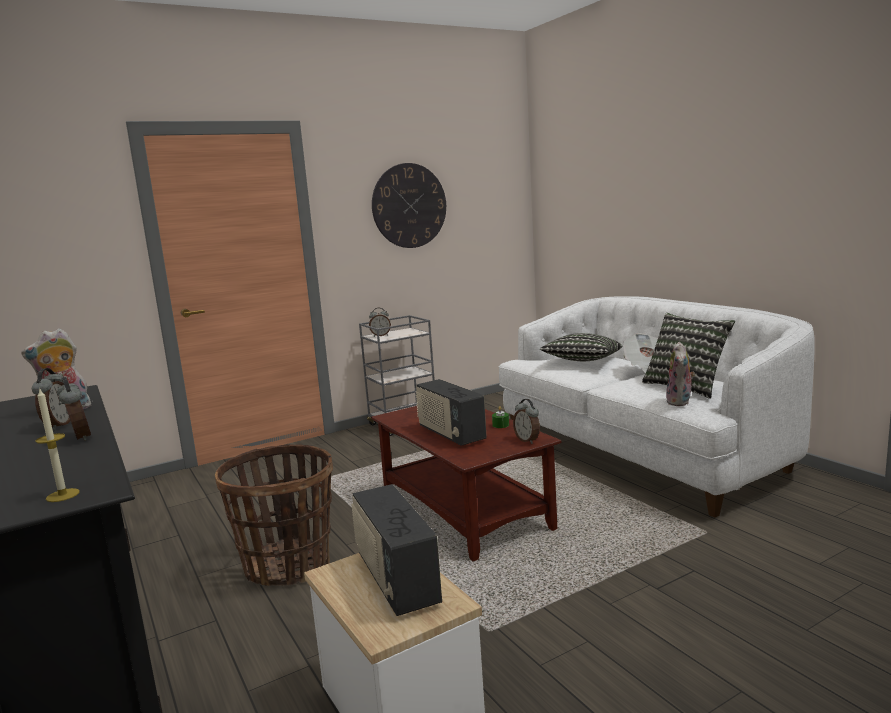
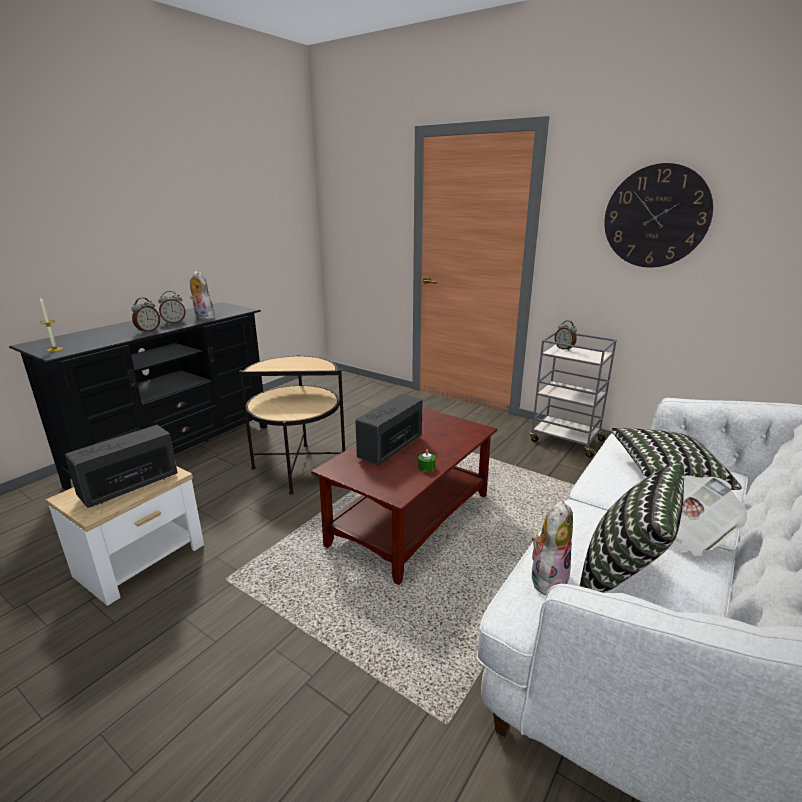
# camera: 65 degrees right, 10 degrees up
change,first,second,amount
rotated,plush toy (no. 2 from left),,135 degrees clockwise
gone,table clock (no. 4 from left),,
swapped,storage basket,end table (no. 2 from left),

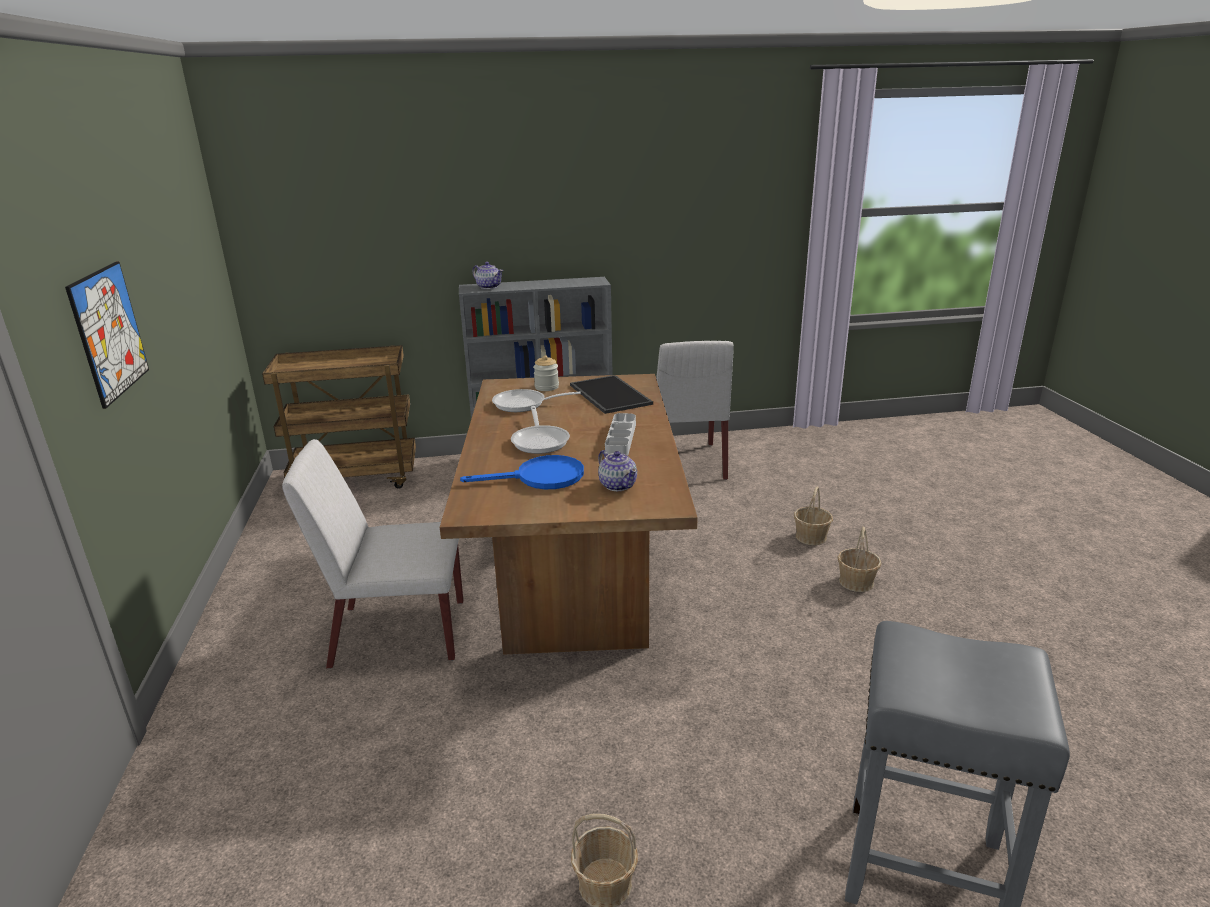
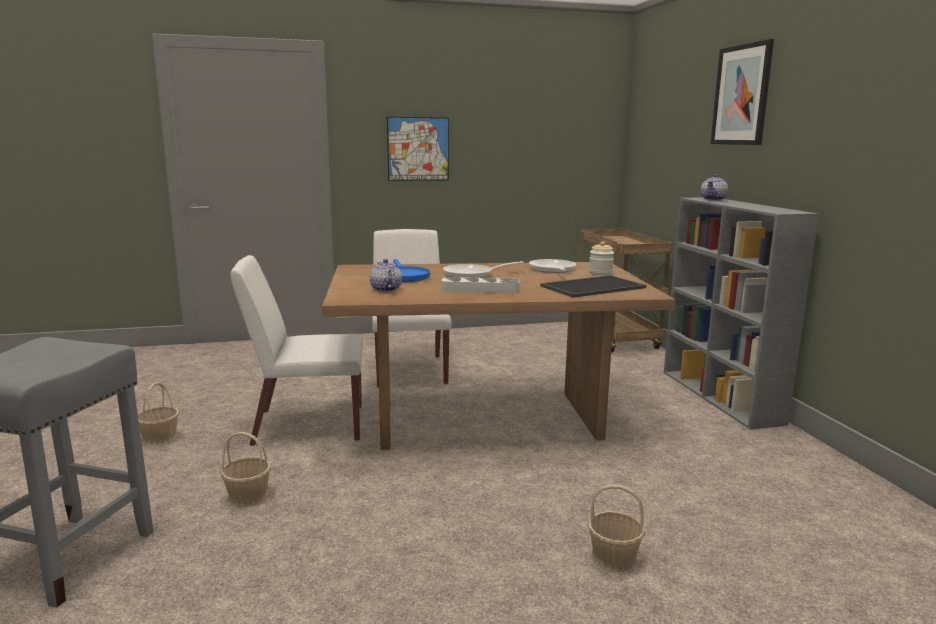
# camera: 85 degrees right, 10 degrees down
change,first,second,amount
shifted,upright chair/white (no. 2 from left in the first image),upright chair/white (no. 1 from left),
rotated,tea pot (no. 2 from left in the first image),tea pot (no. 1 from left),105 degrees clockwise
shifted,storage basket (no. 3 from left in the first image),storage basket (no. 2 from left),
new,,wall art (no. 2 from left),

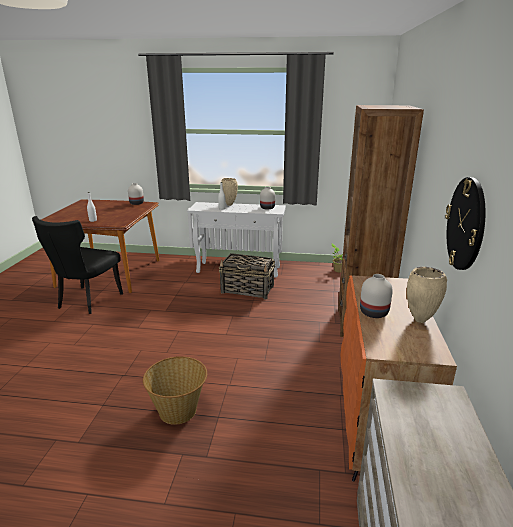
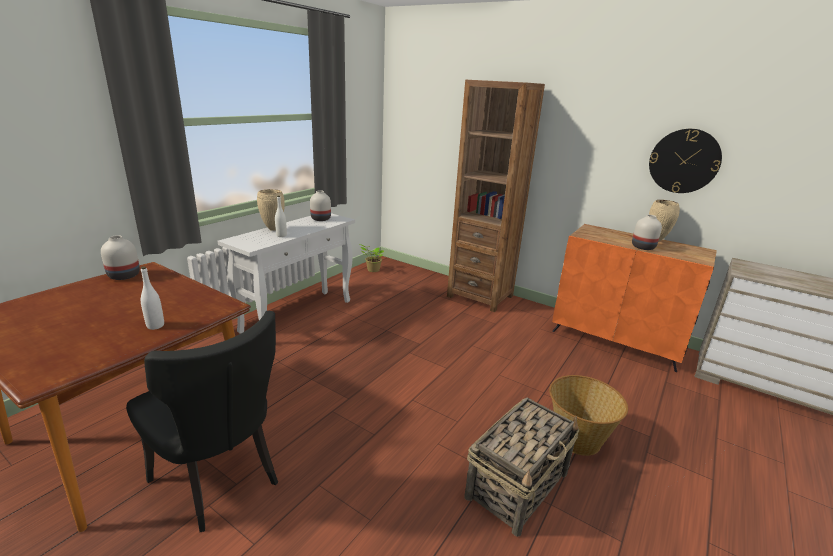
# camera: 65 degrees left, 0 degrees up
change,first,second,amount
shifted,storage basket (no. 2 from left in the first image),storage basket (no. 1 from left),

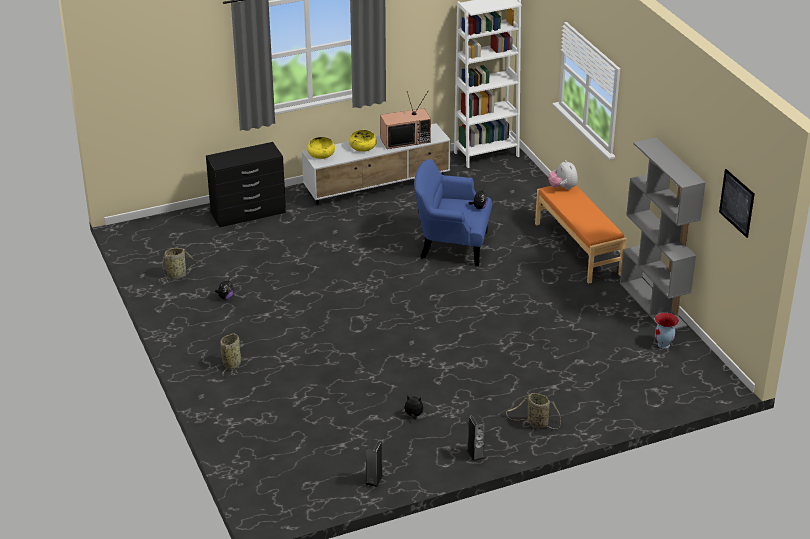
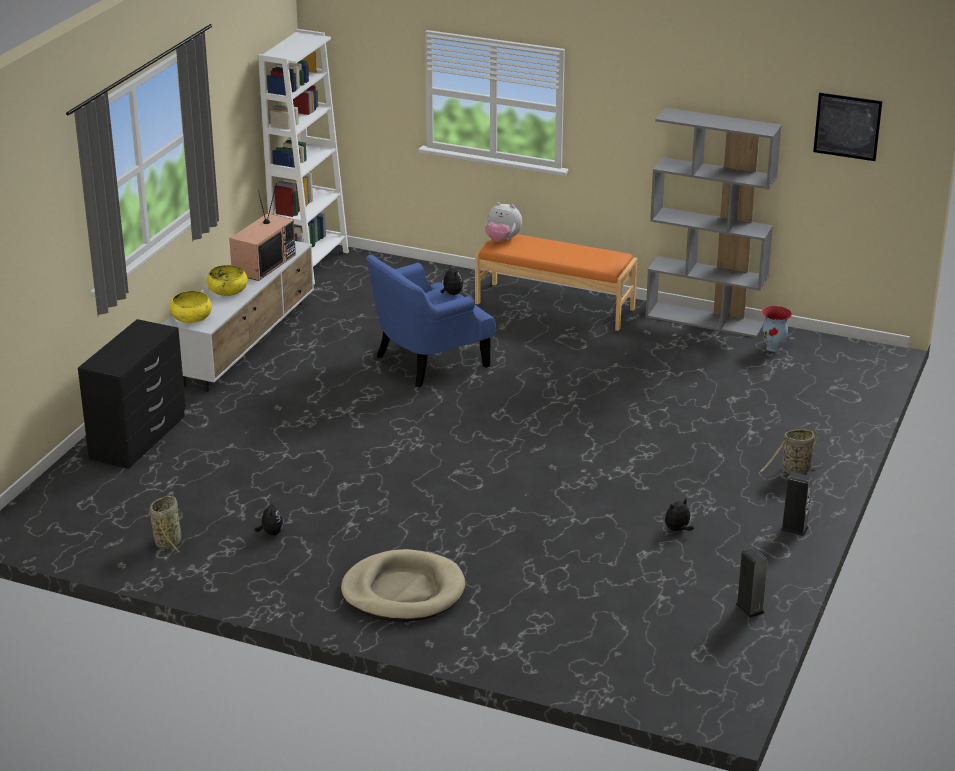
# camera: 45 degrees left, 5 degrees down
change,first,second,amount
swapped,storage basket (no. 2 from left),dog bed/beige-coloured,

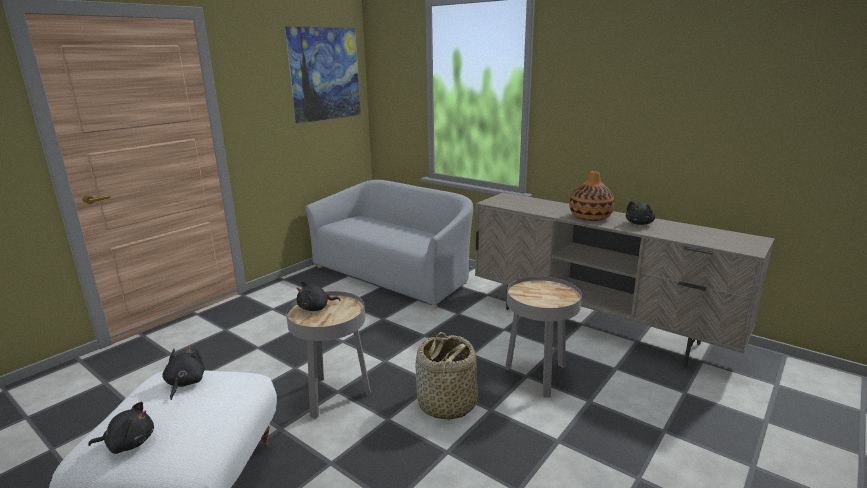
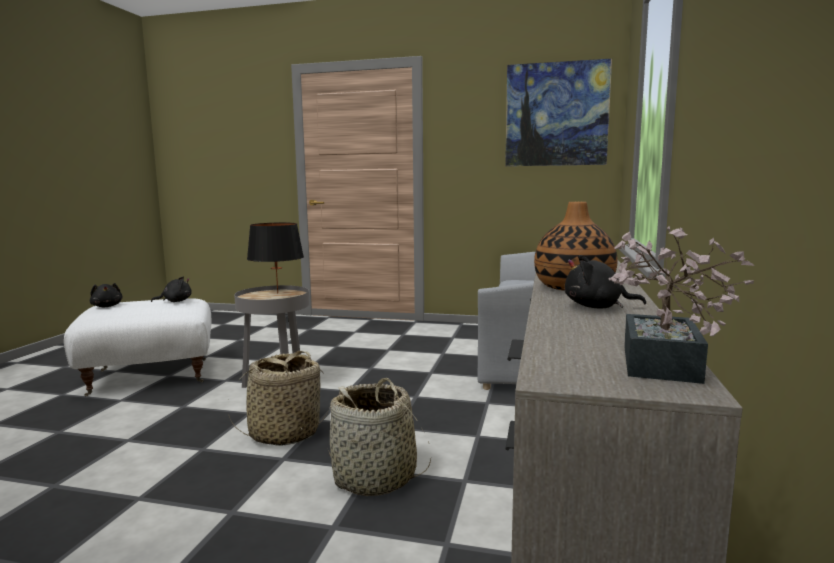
# camera: 65 degrees right, 10 degrees down
change,first,second,amount
swapped,end table/gray (no. 2 from left),storage basket (no. 2 from left),
swapped,plush toy/black-coloured (no. 3 from left),tabletop lamp/black-coloured,
new,,plant in a pot,

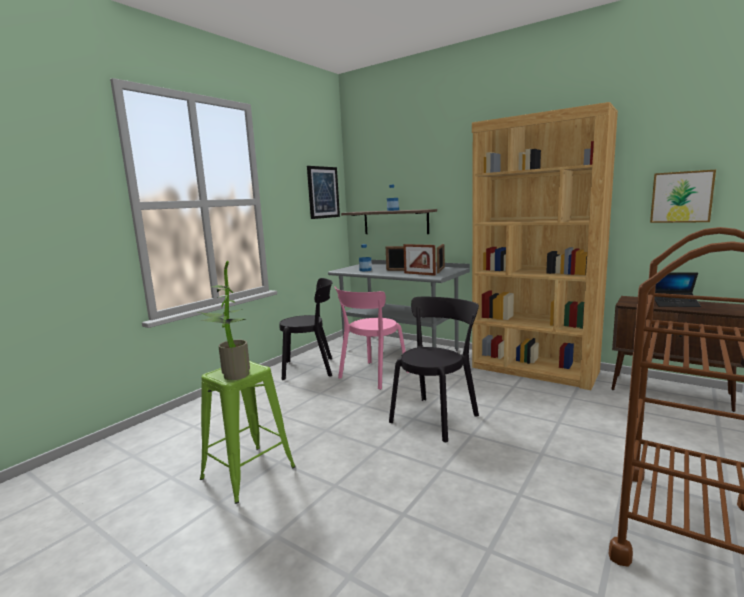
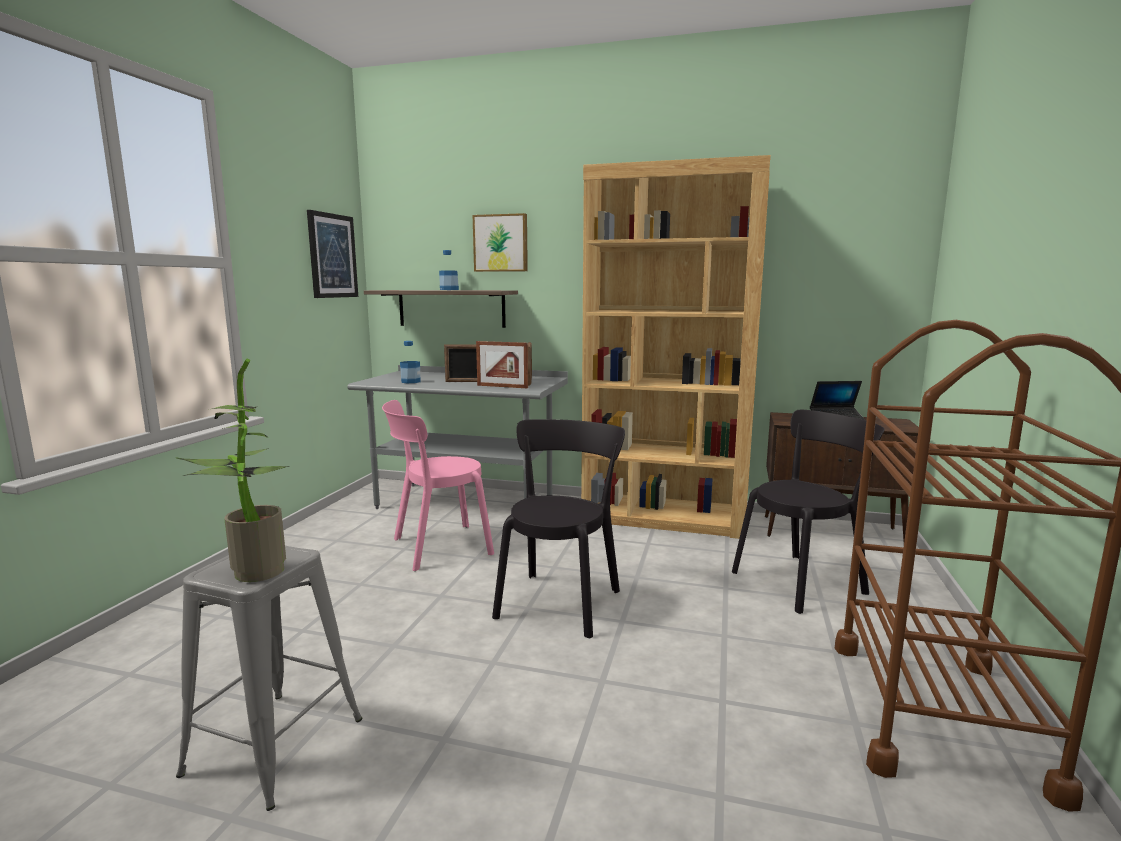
# camera: 20 degrees left, 0 degrees up
change,first,second,amount
shifted,wall art (no. 2 from left),,
shifted,upright chair/black-coloured (no. 1 from left in the first image),upright chair/black-coloured (no. 2 from left),
rotated,upright chair/pinkish,,45 degrees clockwise
repainted,sitting stool/green,sitting stool/gray,

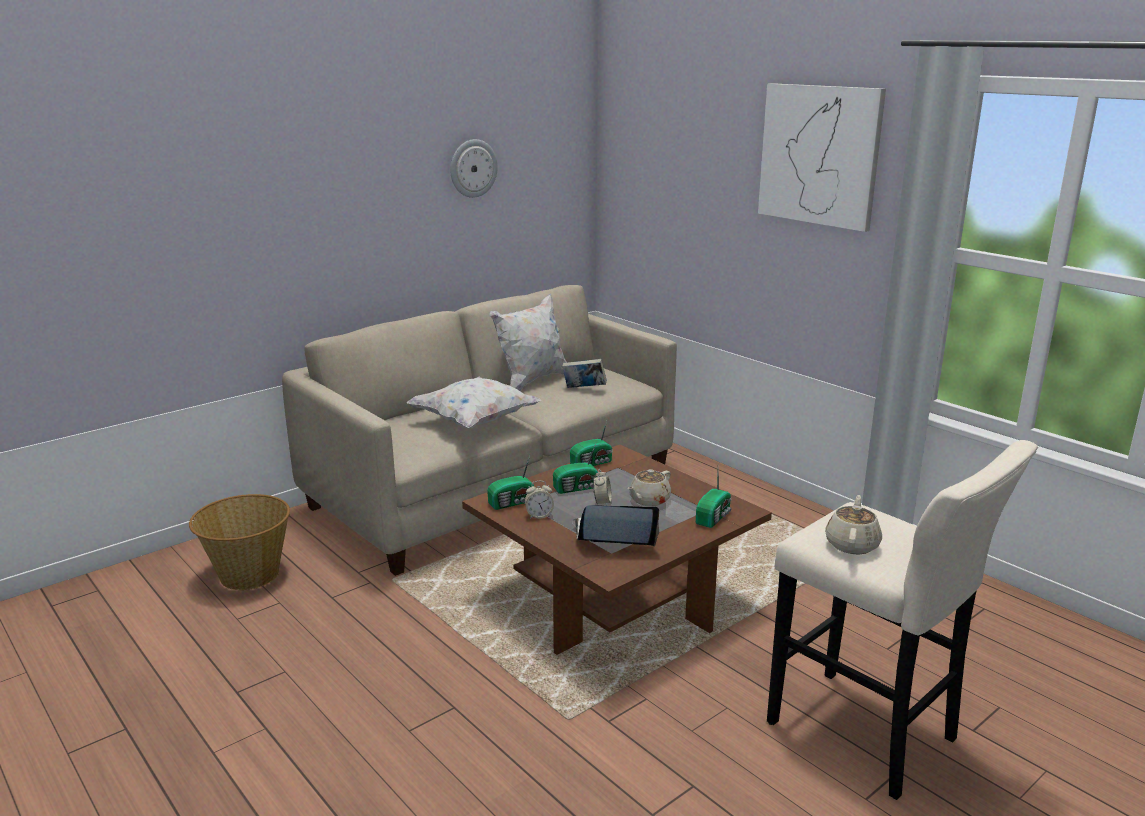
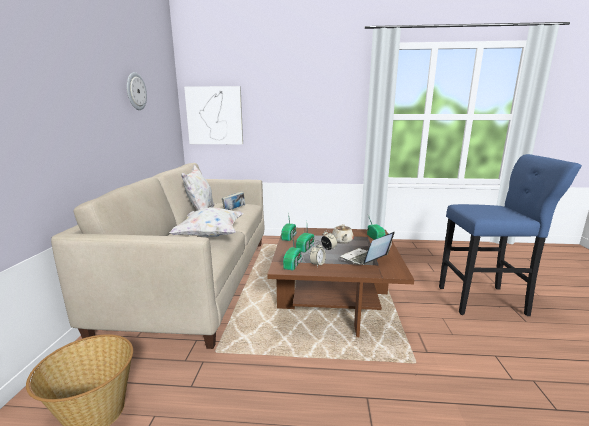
# camera: 45 degrees left, 5 degrees down
change,first,second,amount
shifted,wall art,,
repainted,sitting stool/beige-coloured,sitting stool/blue-coloured,
gone,tea pot/beige-coloured (no. 2 from left),,

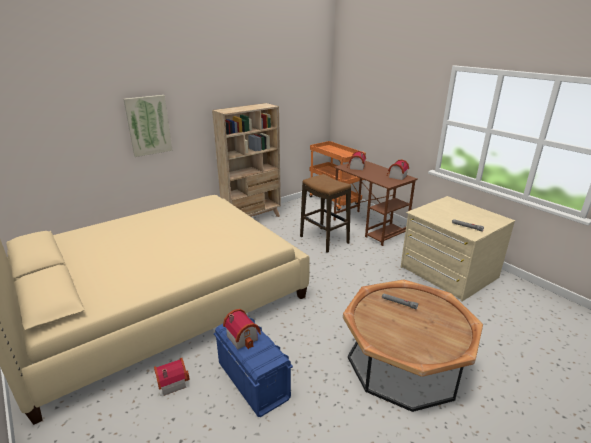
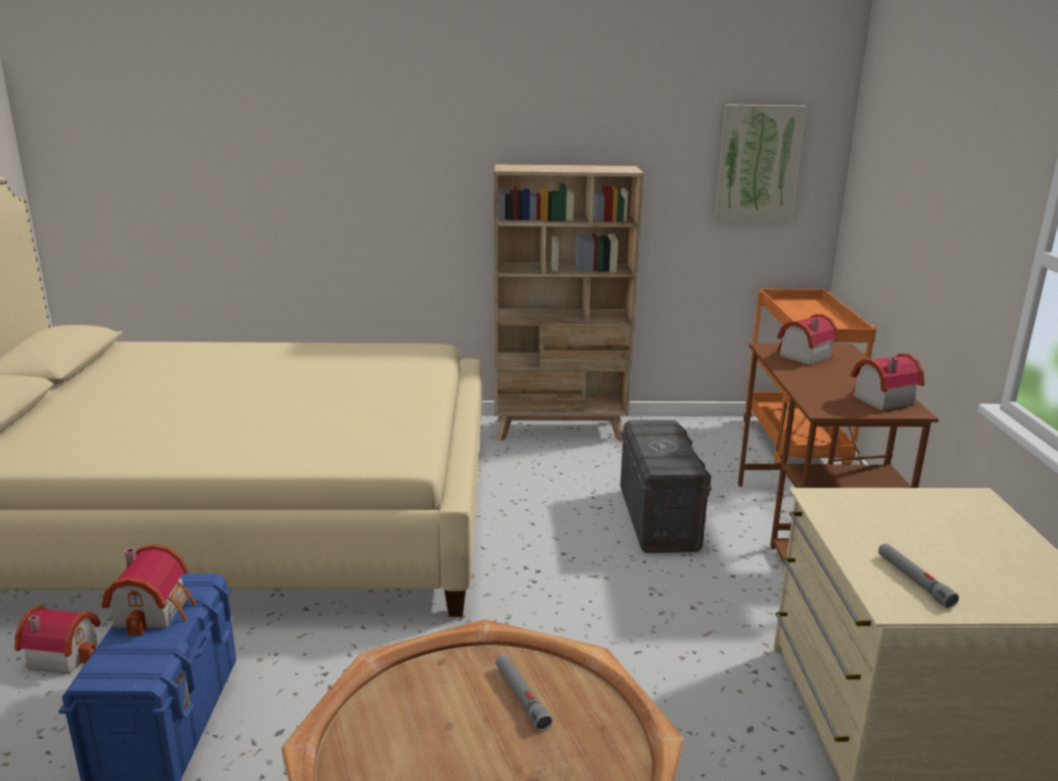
# camera: 35 degrees right, 5 degrees down
change,first,second,amount
shifted,wall art,,
swapped,sitting stool,storage bin/gray,

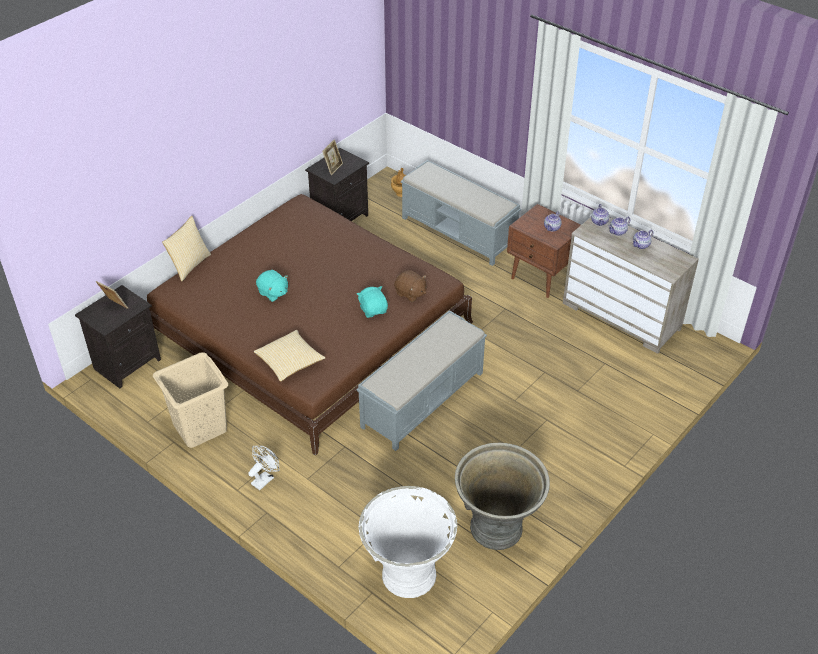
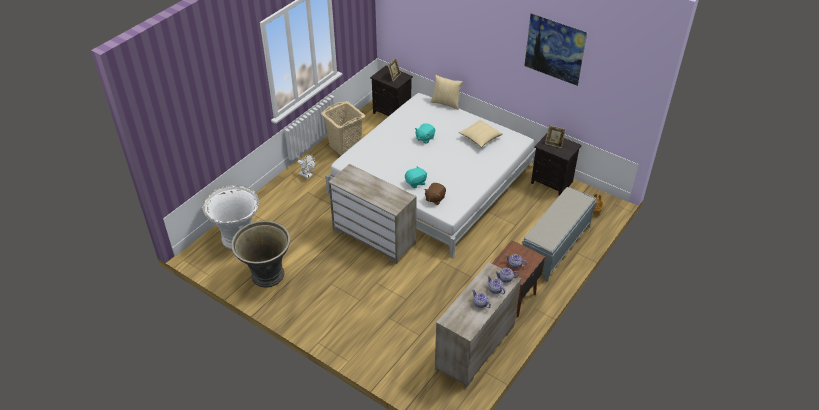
# camera: 85 degrees right, 0 degrees up
change,first,second,amount
repainted,bedroom bed/brownish,bedroom bed/white,
swapped,indoor bench/gray (no. 1 from left),chest of drawers/beige-coloured (no. 1 from left),
shifted,throw pillow (no. 2 from left),,
new,,wall art,

